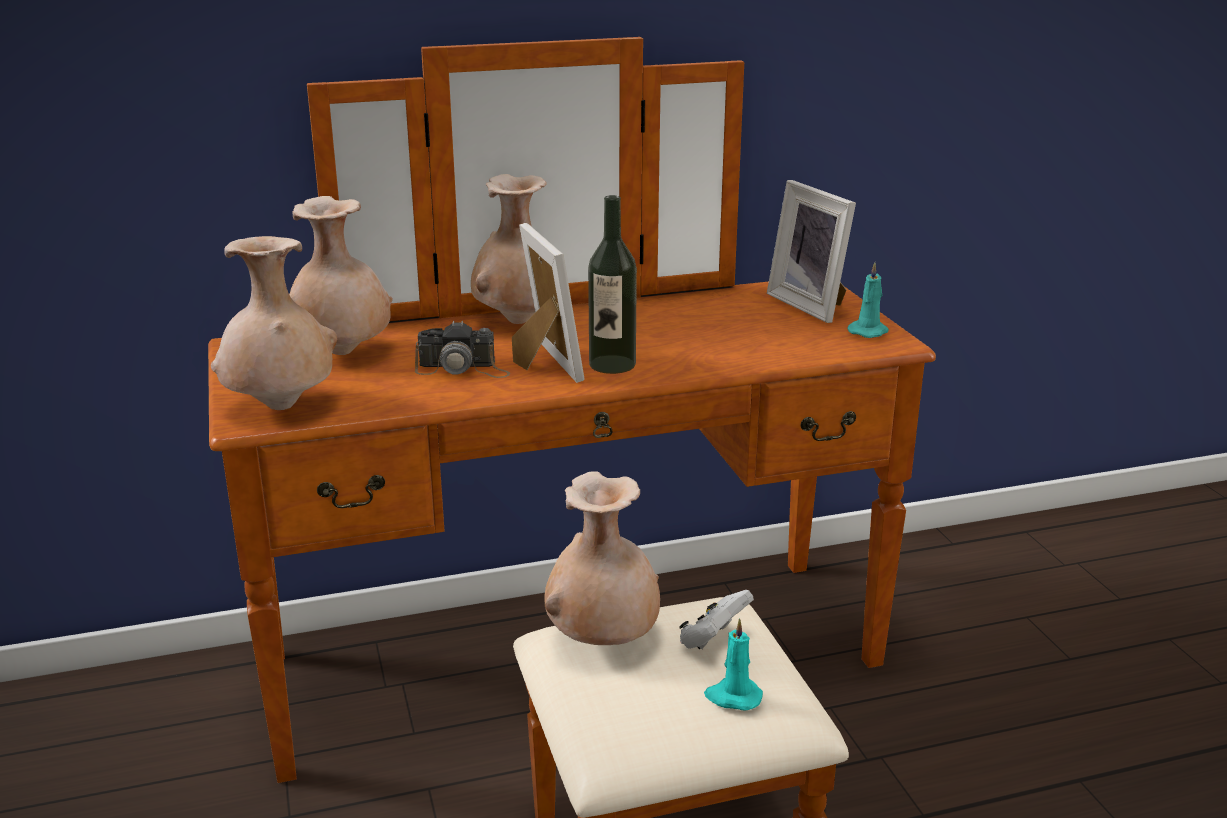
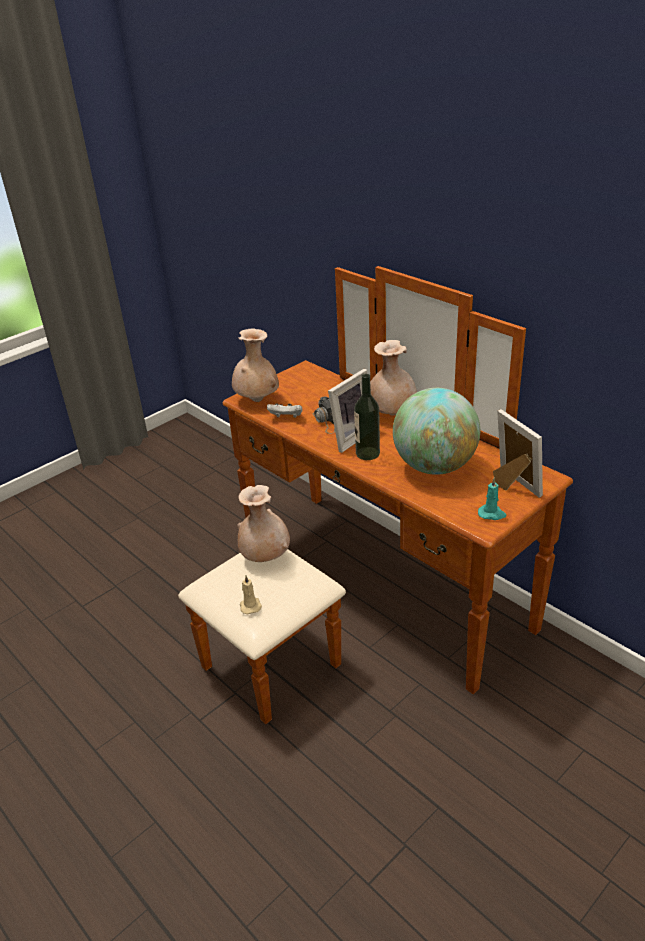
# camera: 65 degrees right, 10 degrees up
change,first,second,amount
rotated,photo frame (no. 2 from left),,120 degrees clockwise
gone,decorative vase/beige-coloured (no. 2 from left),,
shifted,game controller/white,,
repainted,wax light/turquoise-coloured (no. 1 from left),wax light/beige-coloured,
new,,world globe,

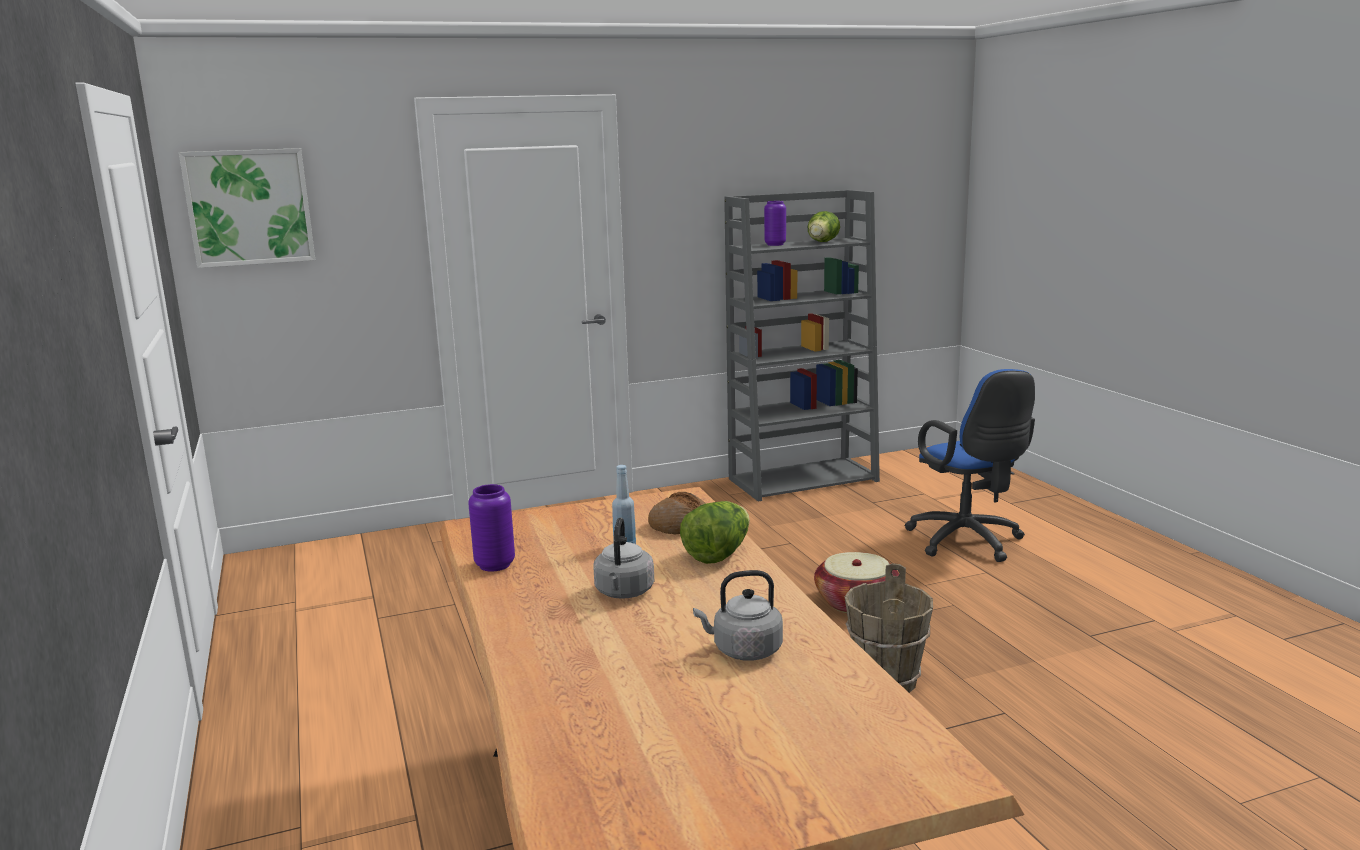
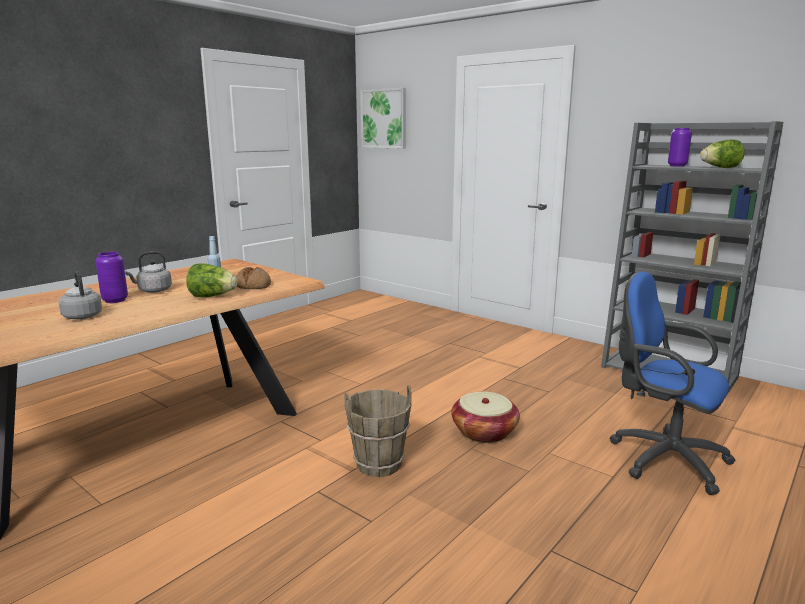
# camera: 60 degrees right, 0 degrees up
change,first,second,amount
rotated,desk chair/blue-coloured,,90 degrees clockwise
shifted,decorative vase/purple-coloured (no. 1 from left),,

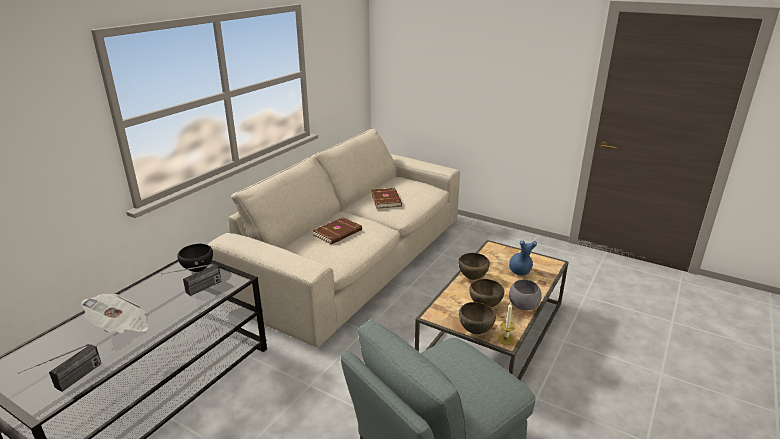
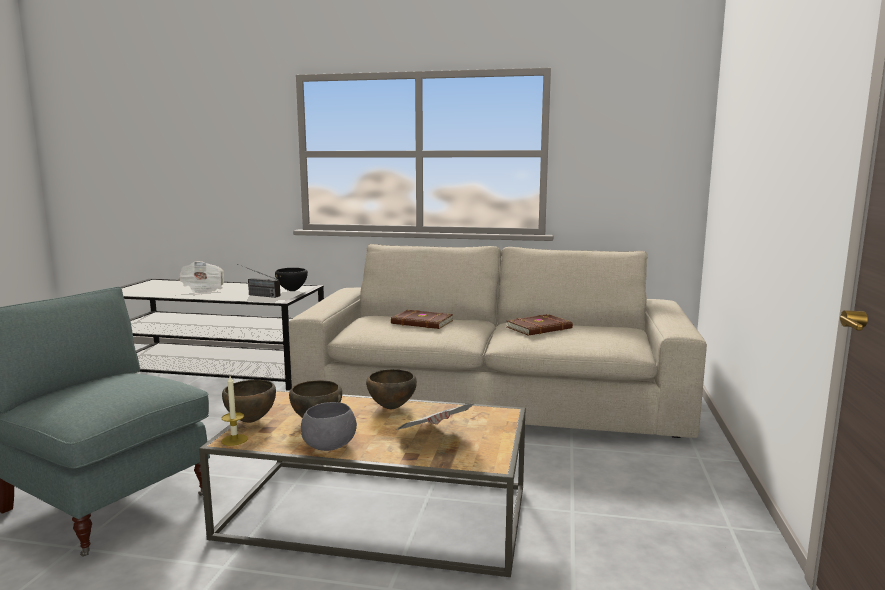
# camera: 70 degrees right, 15 degrees down
change,first,second,amount
swapped,decorative vase/blue-coloured,printed paper (no. 2 from left),
gone,radio (no. 1 from left),,

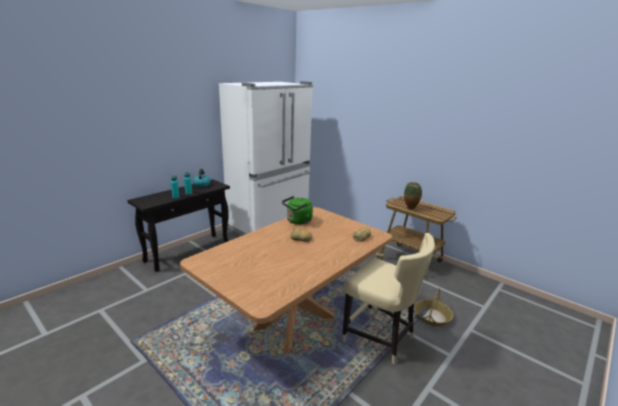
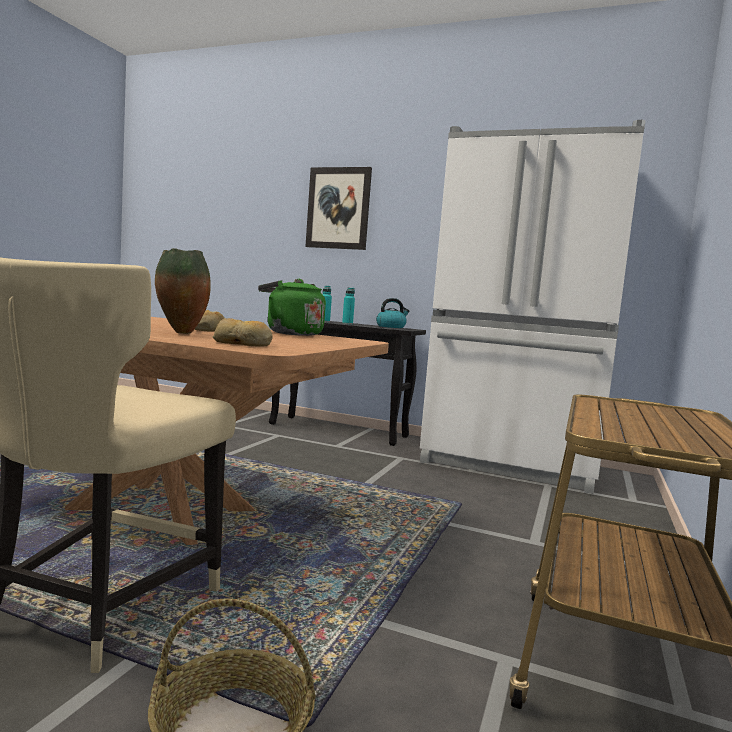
# camera: 70 degrees right, 15 degrees down
change,first,second,amount
shifted,decorative vase,,
new,,wall art,

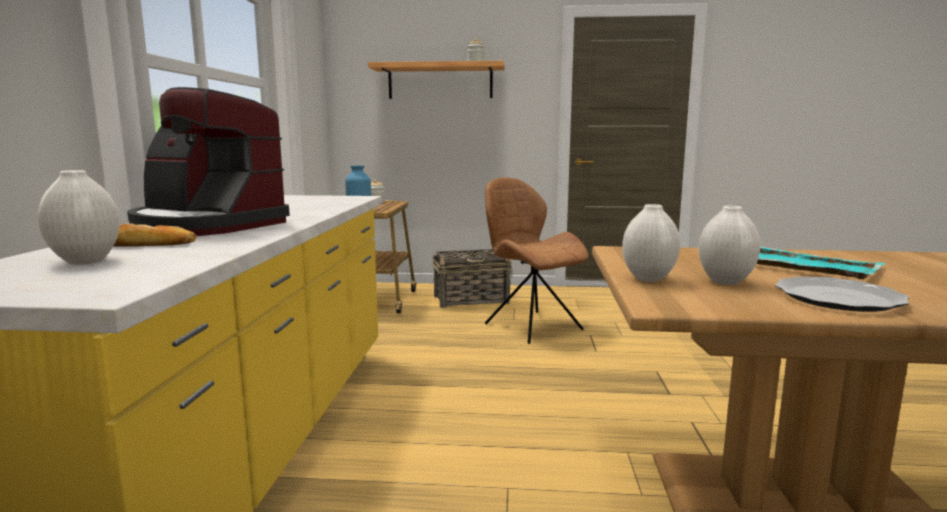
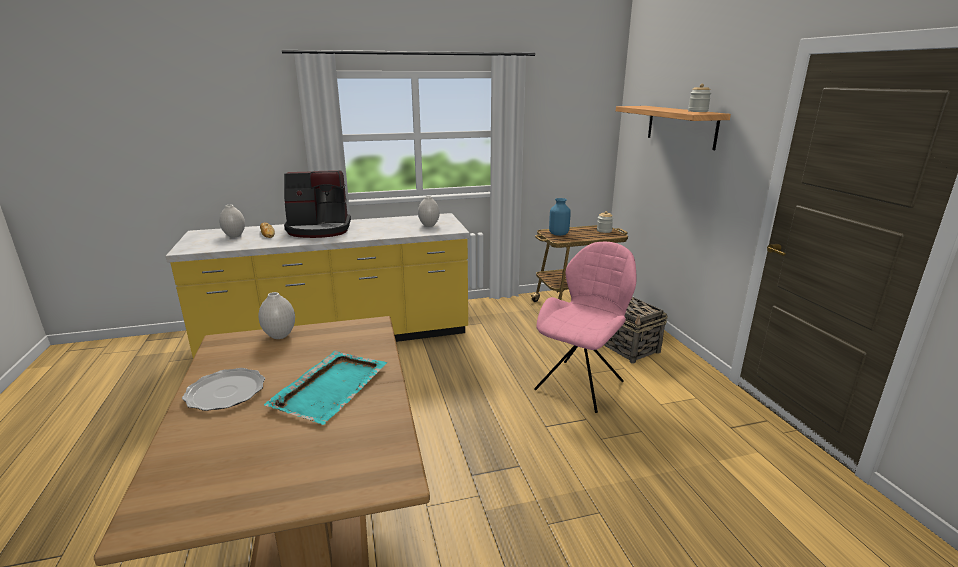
# camera: 70 degrees right, 10 degrees up
change,first,second,amount
rotated,coffee maker,,105 degrees counterclockwise
repainted,upright chair/brownish,upright chair/pinkish,
shifted,decorative vase/white (no. 3 from left),,

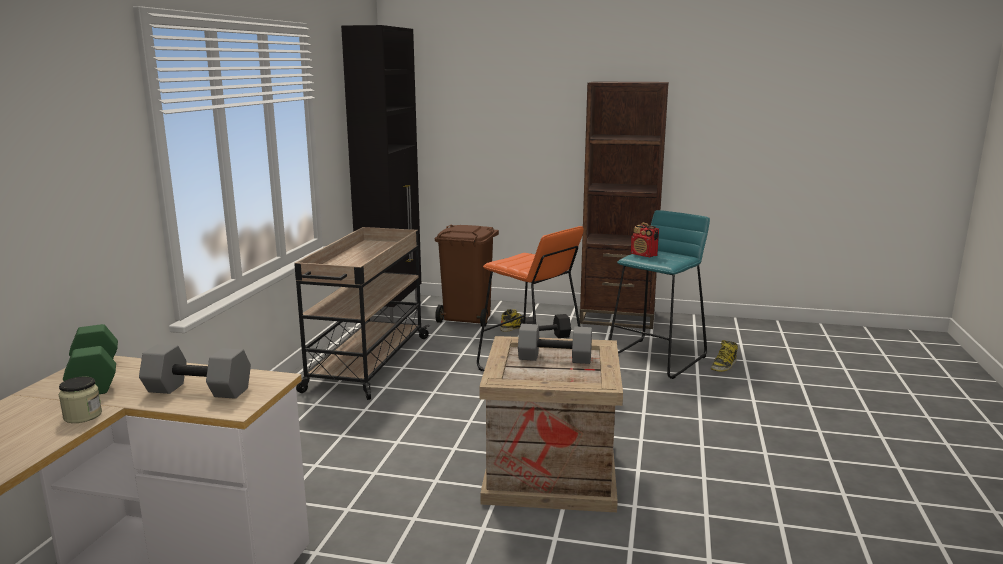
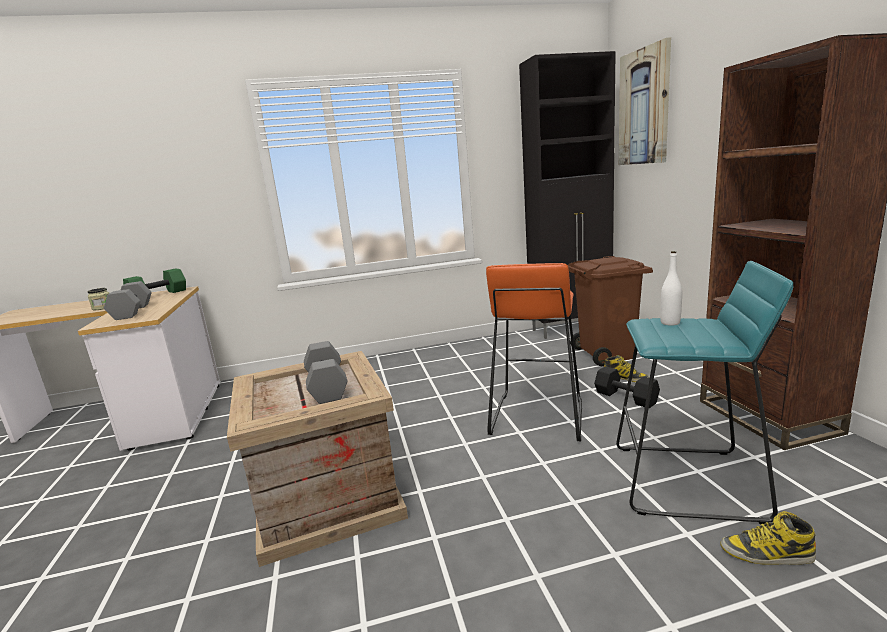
# camera: 65 degrees right, 0 degrees up
change,first,second,amount
swapped,radio,drink bottle/white,
gone,wheeled cart/beige-coloured,,
new,,wall art,

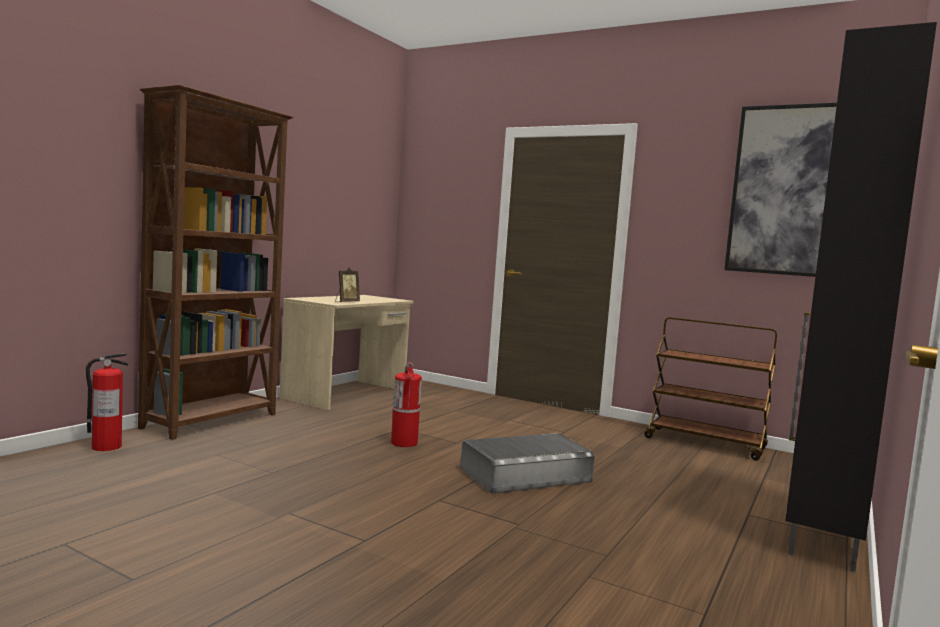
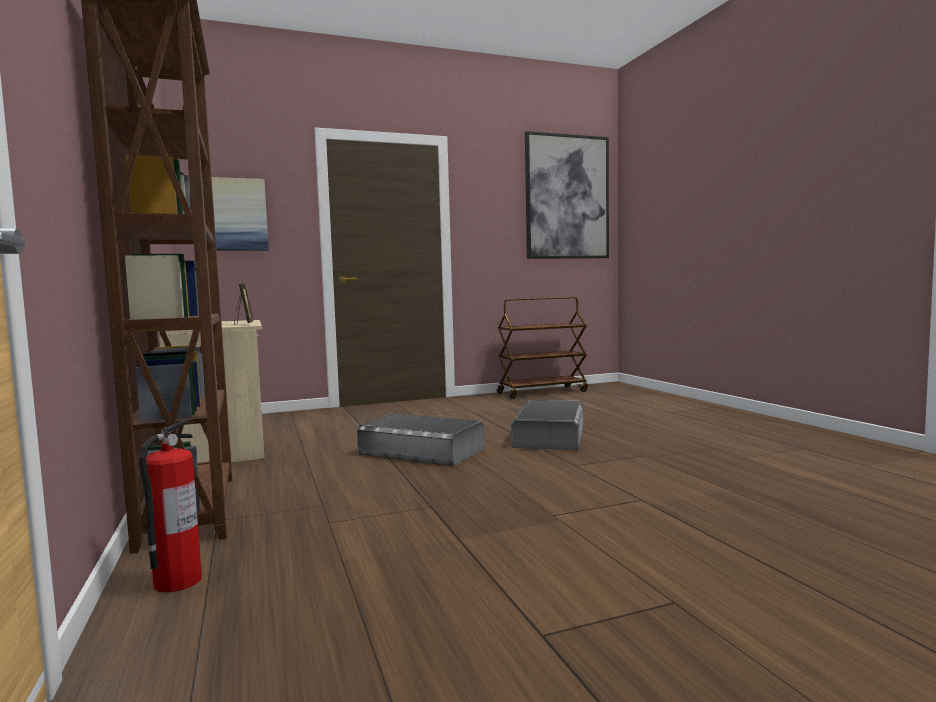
# camera: 50 degrees left, 0 degrees up
change,first,second,amount
gone,cupboard/black-coloured,,
swapped,fire extinguisher (no. 2 from left),storage bin/gray (no. 1 from left),
new,,wall art (no. 1 from left),

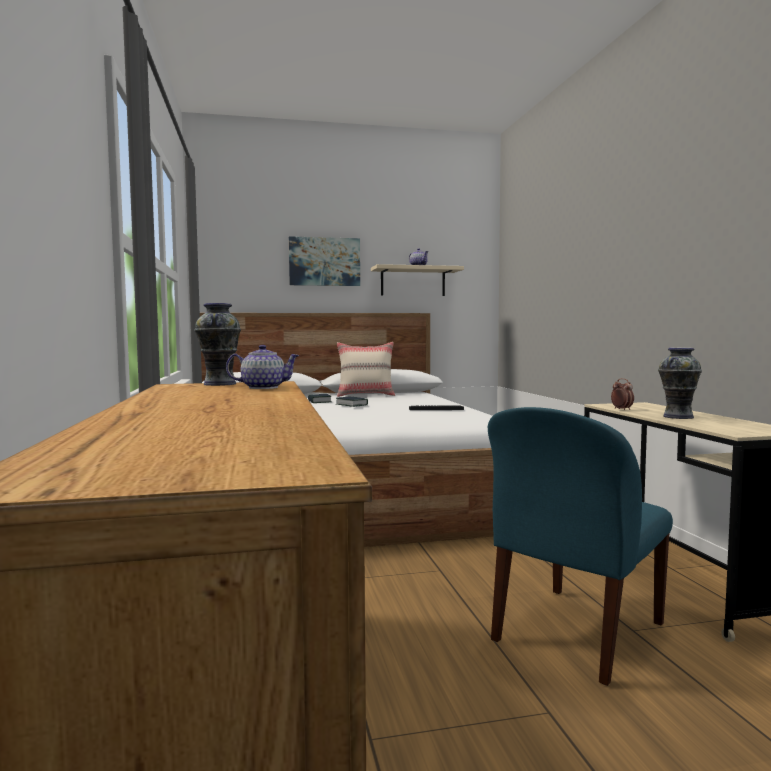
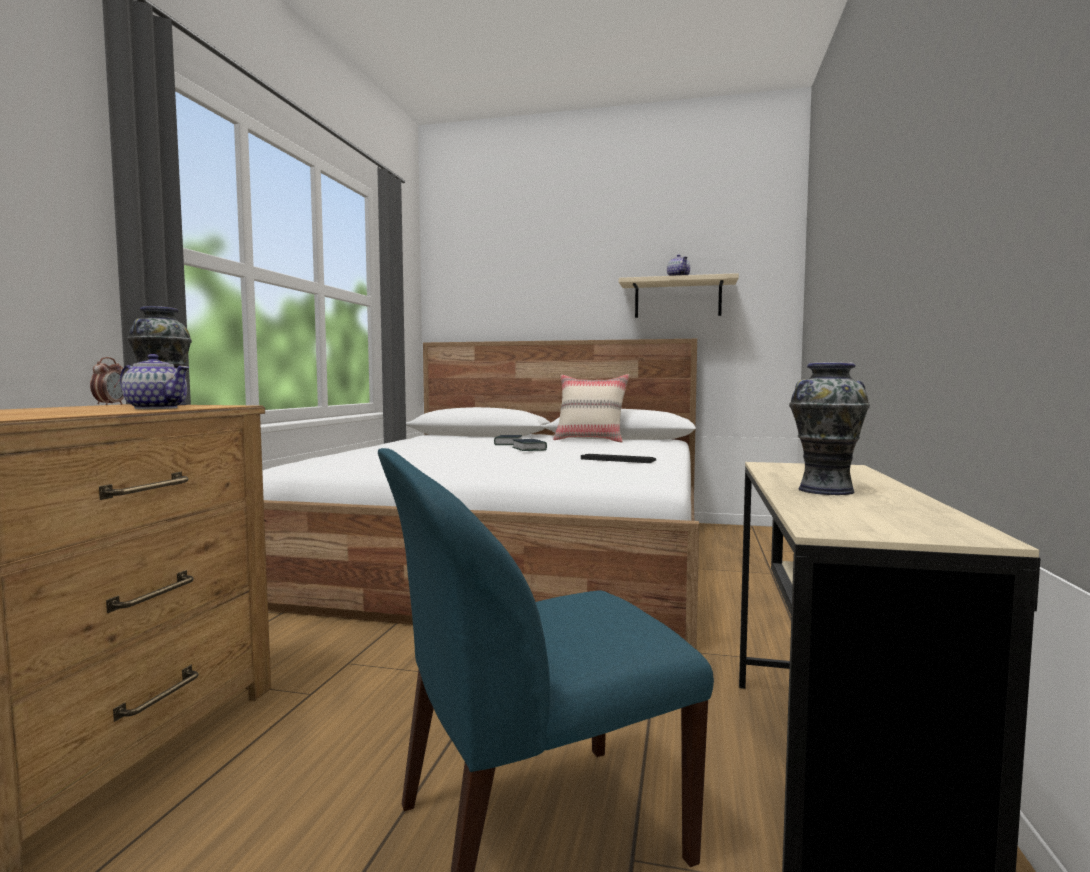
# camera: 25 degrees right, 0 degrees up
change,first,second,amount
gone,wall art,,
shifted,table clock,,

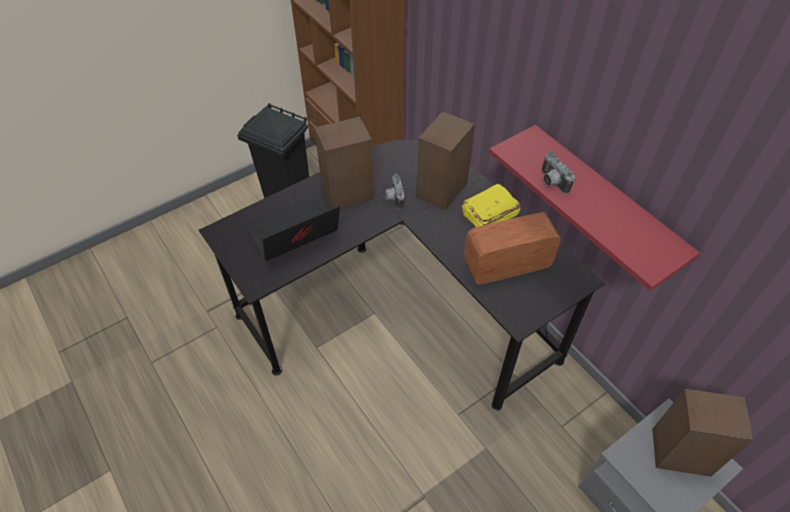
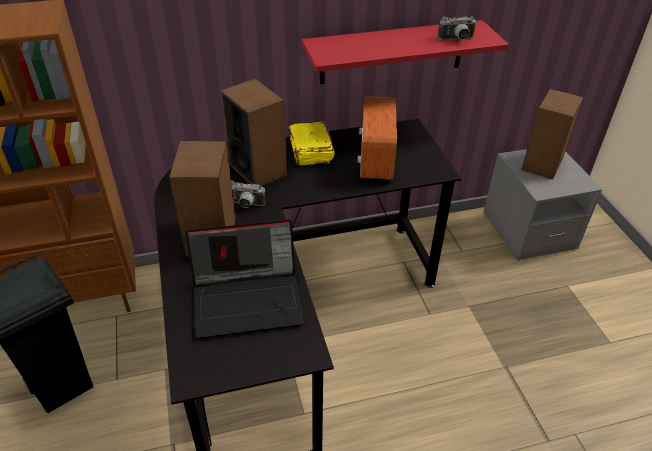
# camera: 70 degrees left, 10 degrees down
change,first,second,amount
shifted,photo camera (no. 2 from left),,
rotated,laptop,,90 degrees counterclockwise

